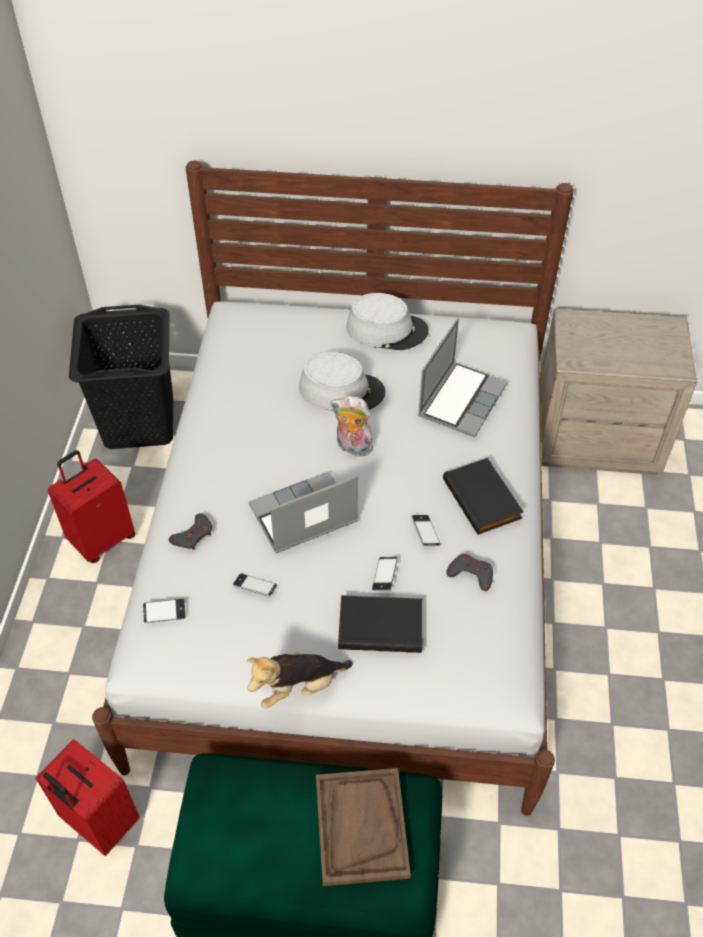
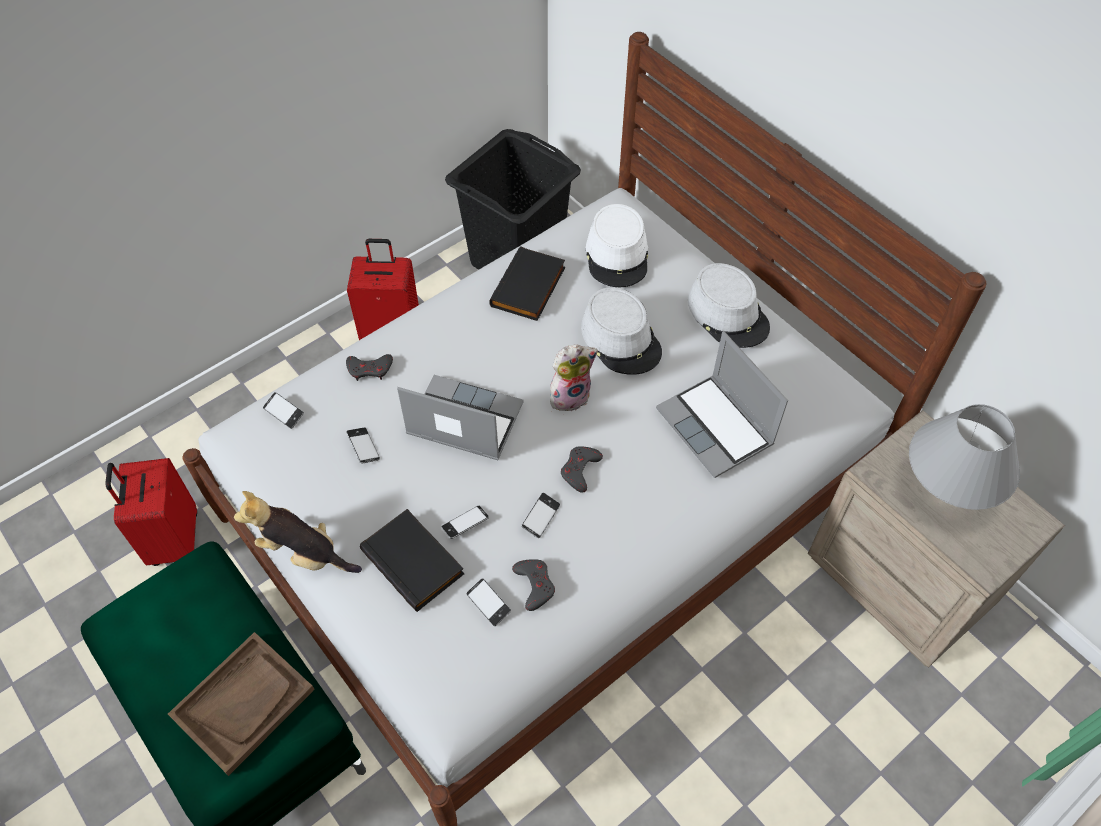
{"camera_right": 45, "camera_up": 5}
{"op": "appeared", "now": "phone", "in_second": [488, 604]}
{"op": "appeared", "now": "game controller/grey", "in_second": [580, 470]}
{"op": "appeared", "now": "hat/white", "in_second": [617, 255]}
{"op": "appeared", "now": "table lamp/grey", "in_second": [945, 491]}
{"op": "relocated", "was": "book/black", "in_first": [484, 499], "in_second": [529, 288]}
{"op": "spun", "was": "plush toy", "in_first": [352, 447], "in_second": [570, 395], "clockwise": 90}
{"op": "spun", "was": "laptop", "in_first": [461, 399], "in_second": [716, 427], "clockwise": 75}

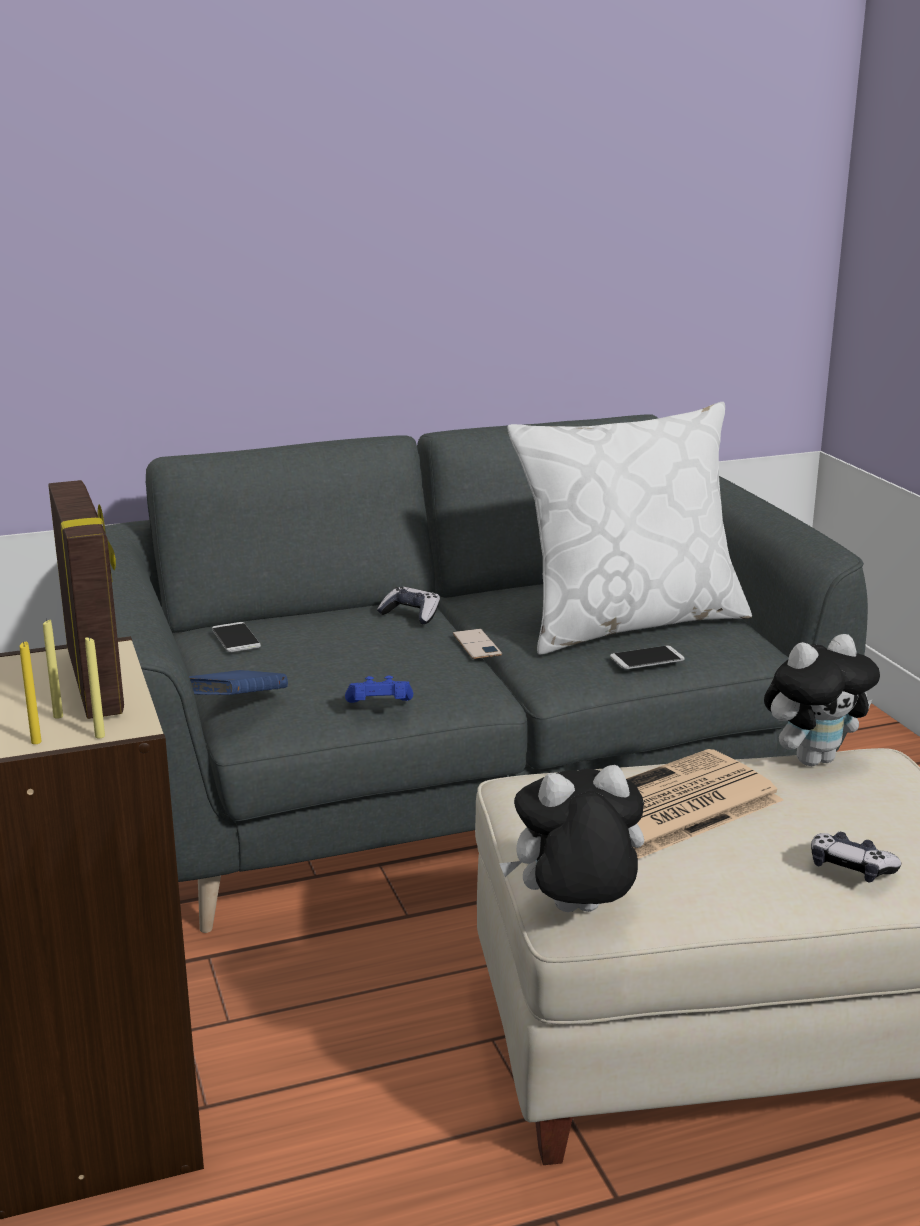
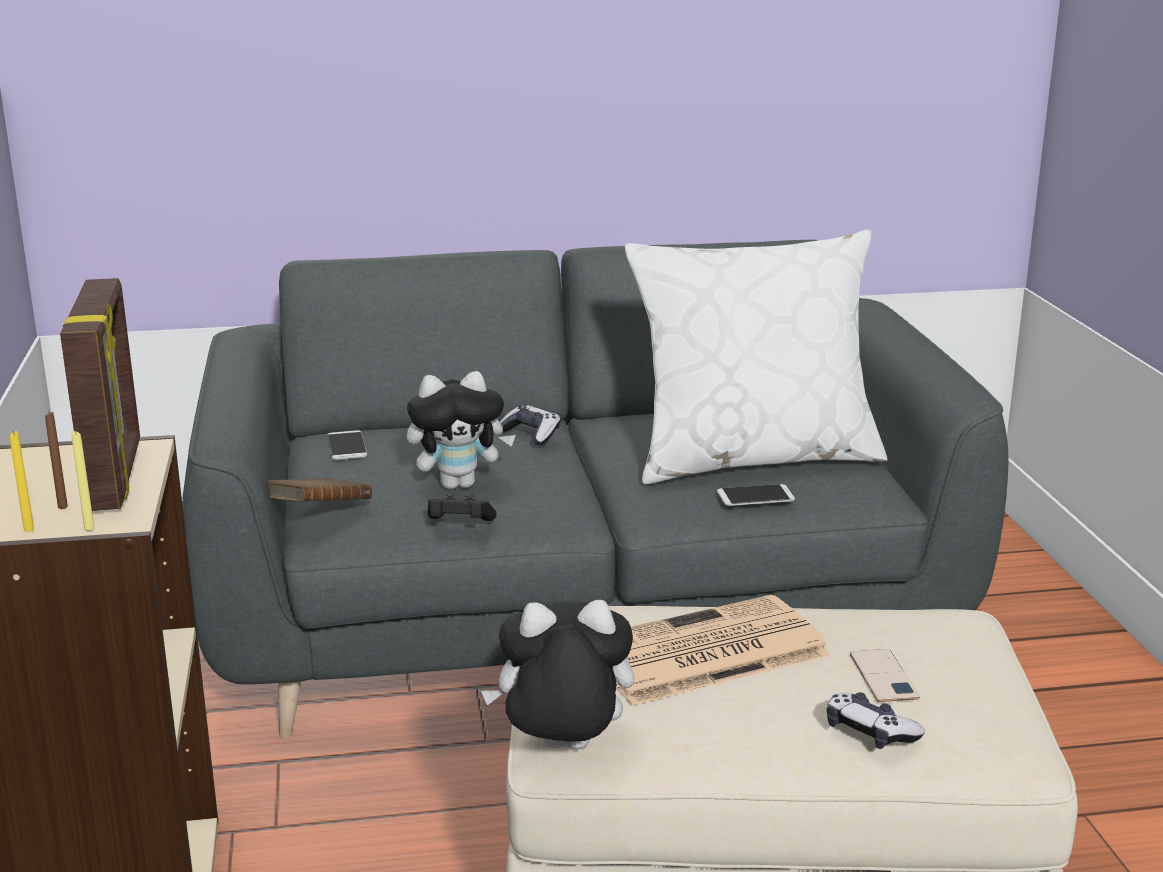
{"camera_right": 10, "camera_up": 0}
{"op": "relocated", "was": "phone", "in_first": [477, 645], "in_second": [883, 676]}
{"op": "relocated", "was": "plush toy", "in_first": [813, 758], "in_second": [459, 484]}
{"op": "colour", "was": "candle/yellow", "now": "candle/brown", "in_first": [58, 716], "in_second": [62, 507]}
{"op": "colour", "was": "book/blue", "now": "book/brown", "in_first": [236, 706], "in_second": [318, 513]}
{"op": "colour", "was": "game controller/blue", "now": "game controller/black", "in_first": [379, 706], "in_second": [459, 525]}

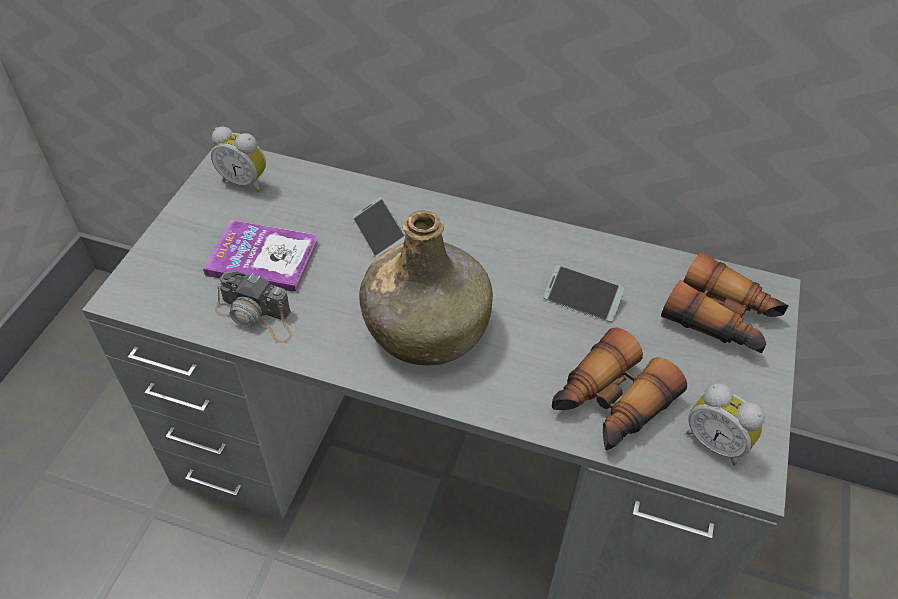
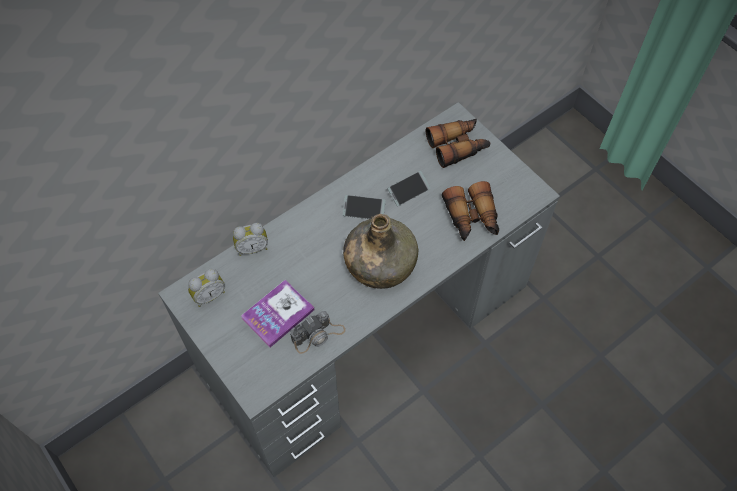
{"camera_right": -55, "camera_up": 10}
{"op": "relocated", "was": "phone", "in_first": [379, 234], "in_second": [364, 210]}
{"op": "relocated", "was": "alarm clock", "in_first": [715, 442], "in_second": [252, 248]}

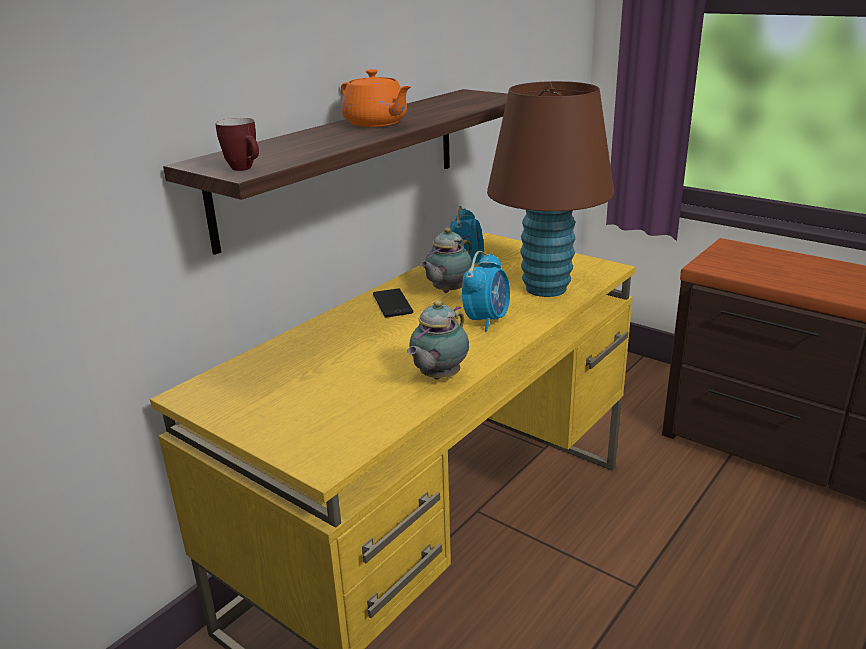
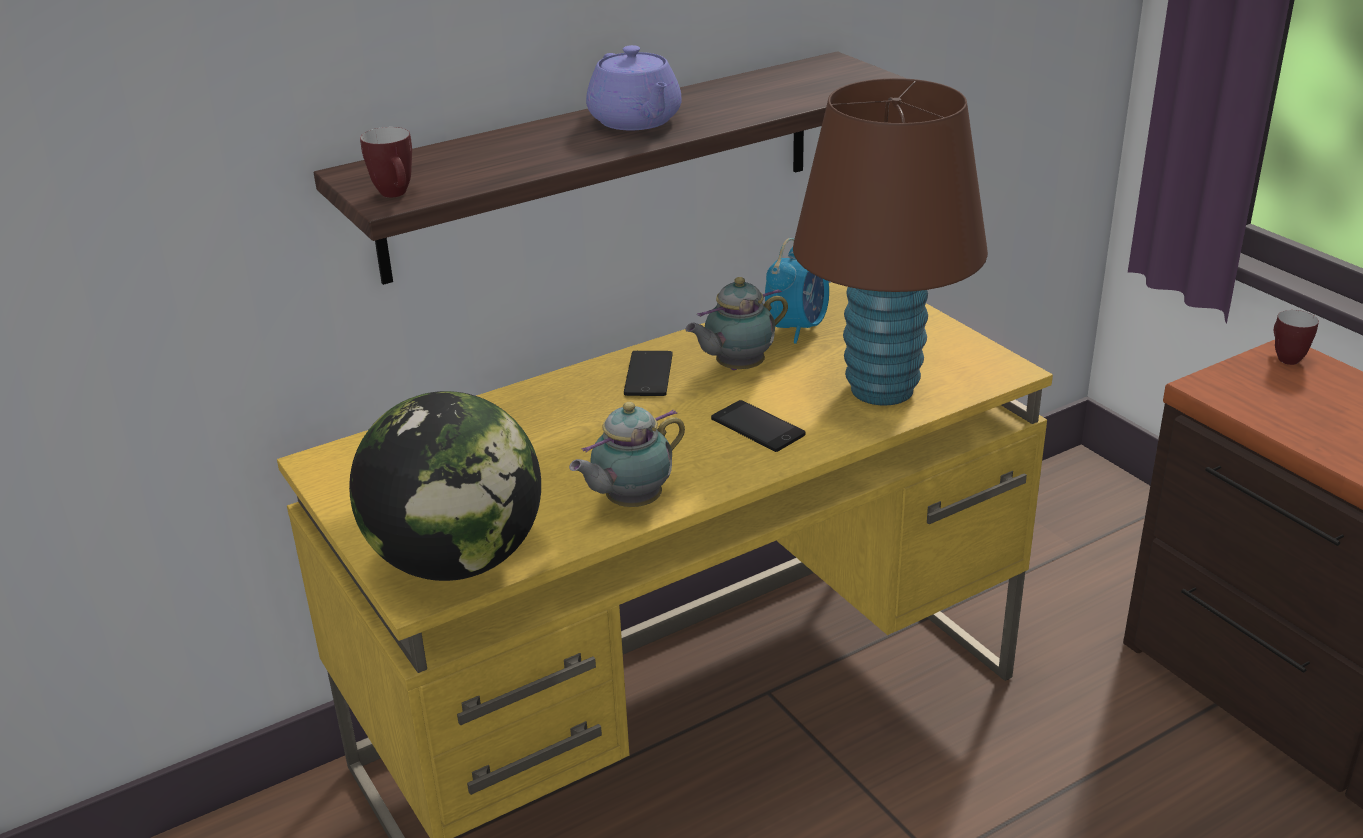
{"camera_right": 20, "camera_up": 5}
{"op": "appeared", "now": "globe", "in_second": [457, 561]}
{"op": "appeared", "now": "mug", "in_second": [1284, 357]}
{"op": "exchanged", "was": "alarm clock", "now": "phone", "in_first": [486, 320], "in_second": [757, 427]}
{"op": "colour", "was": "teapot/orange", "now": "teapot/purple", "in_first": [376, 123], "in_second": [636, 121]}

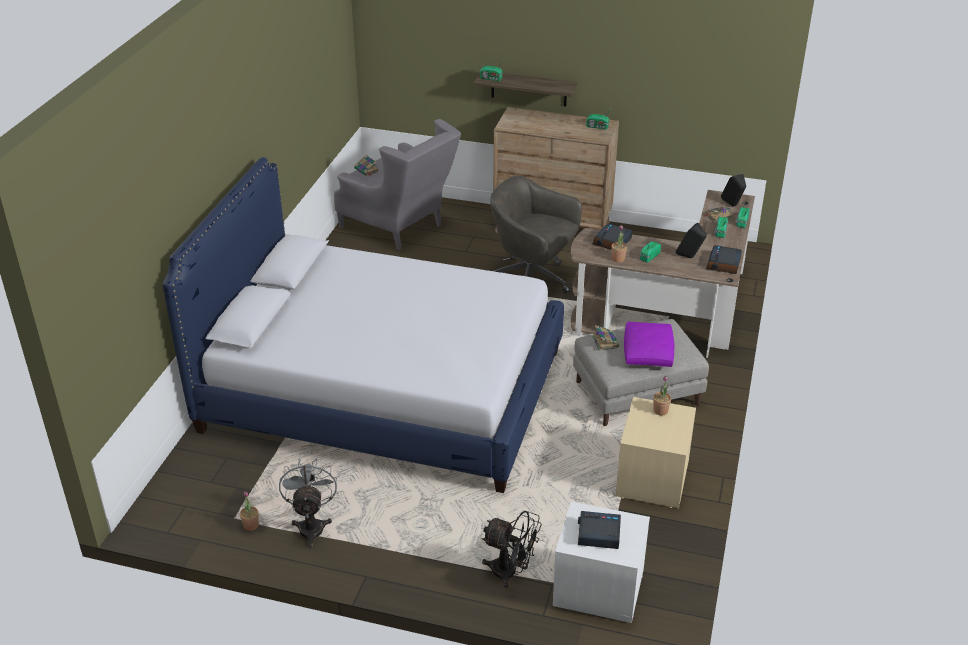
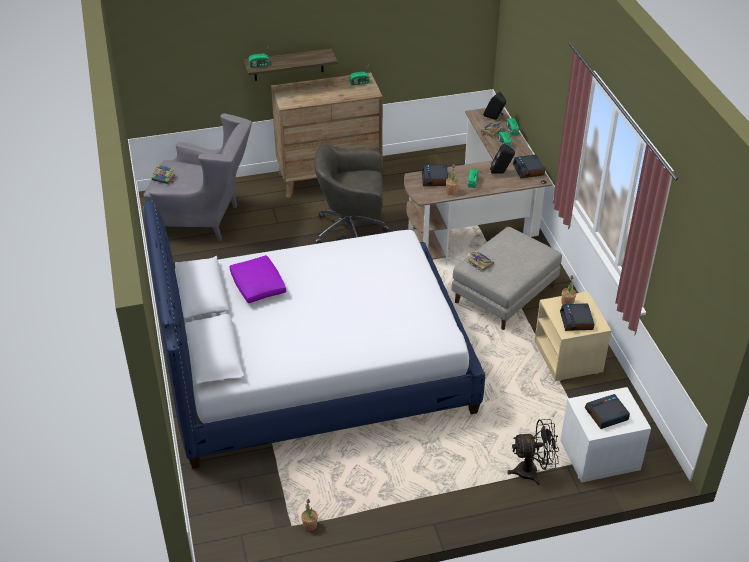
{"camera_right": -30, "camera_up": 5}
{"op": "missing", "was": "fan/grey", "in_first": [311, 525]}
{"op": "appeared", "now": "alarm clock", "in_second": [577, 321]}
{"op": "relocated", "was": "pillow/purple", "in_first": [648, 351], "in_second": [257, 285]}

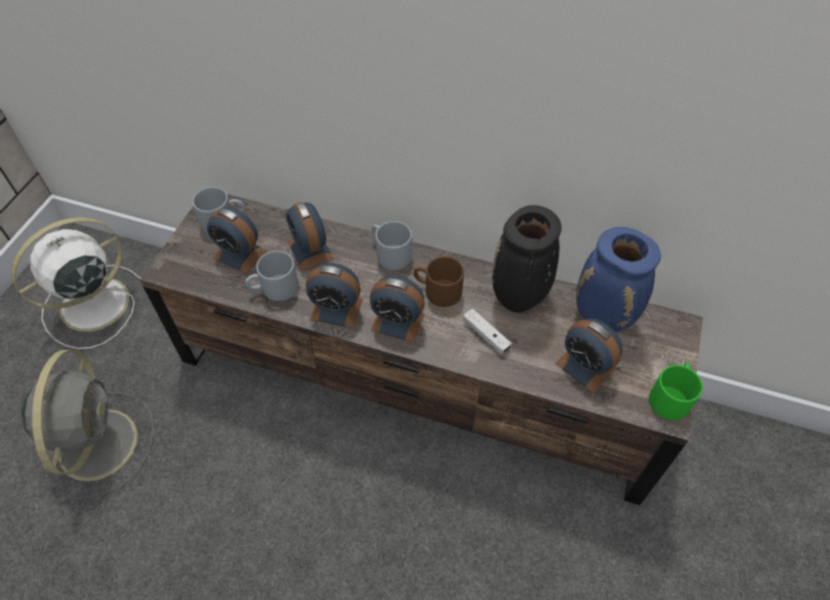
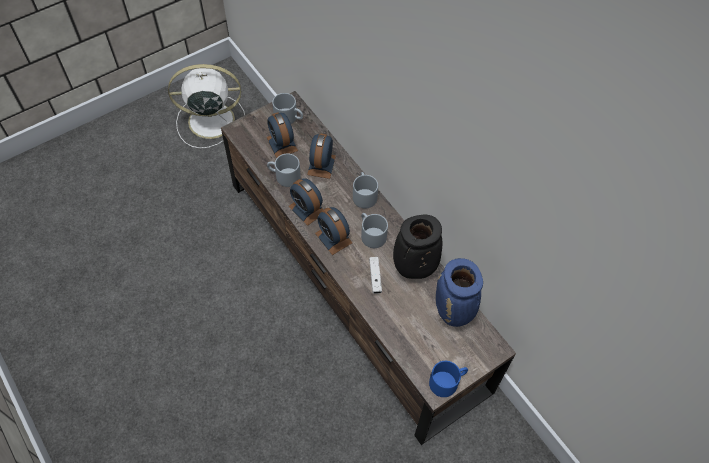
{"camera_right": 35, "camera_up": 5}
{"op": "missing", "was": "fan/grey", "in_first": [99, 440]}
{"op": "missing", "was": "alarm clock", "in_first": [585, 366]}
{"op": "colour", "was": "mug/brown", "now": "mug/grey", "in_first": [437, 291], "in_second": [370, 234]}
{"op": "colour", "was": "mug/green", "now": "mug/blue", "in_first": [670, 396], "in_second": [447, 381]}

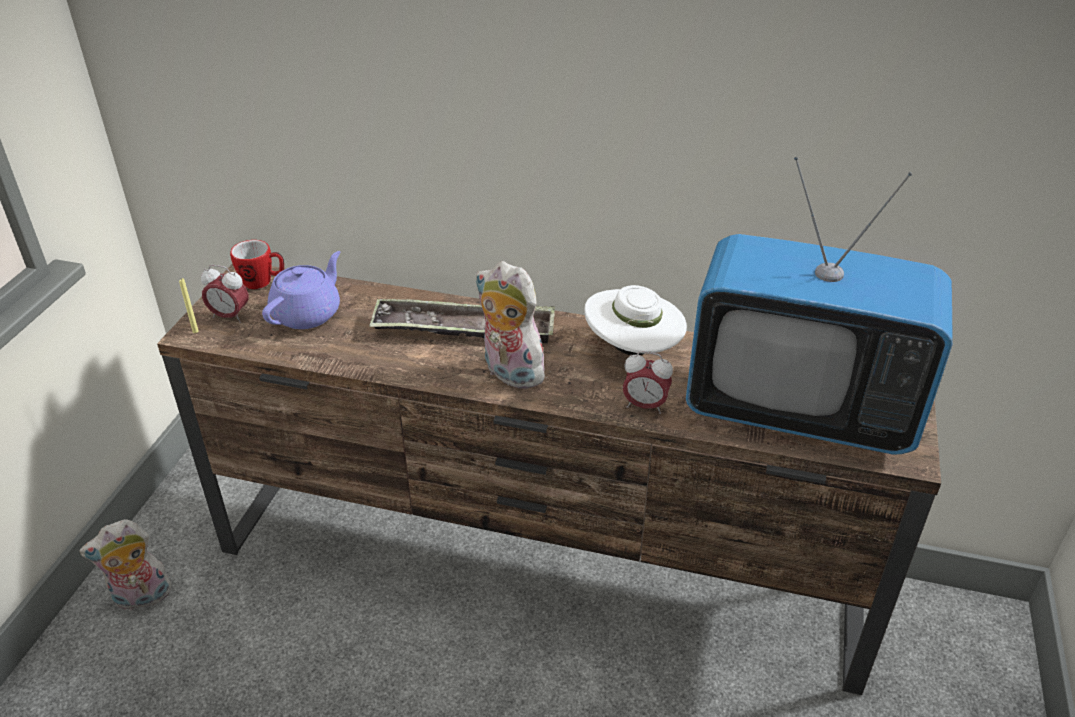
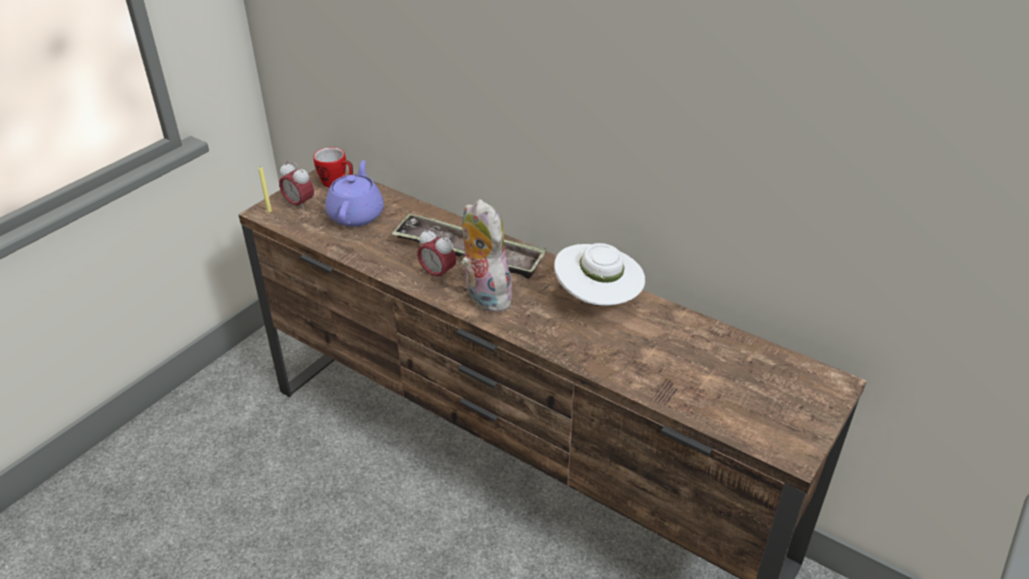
{"camera_right": 20, "camera_up": 0}
{"op": "missing", "was": "plush toy", "in_first": [141, 598]}
{"op": "missing", "was": "television", "in_first": [799, 409]}
{"op": "relocated", "was": "alarm clock", "in_first": [644, 405], "in_second": [437, 274]}
{"op": "spun", "was": "teapot/purple", "in_first": [308, 314], "in_second": [356, 214], "clockwise": -45}

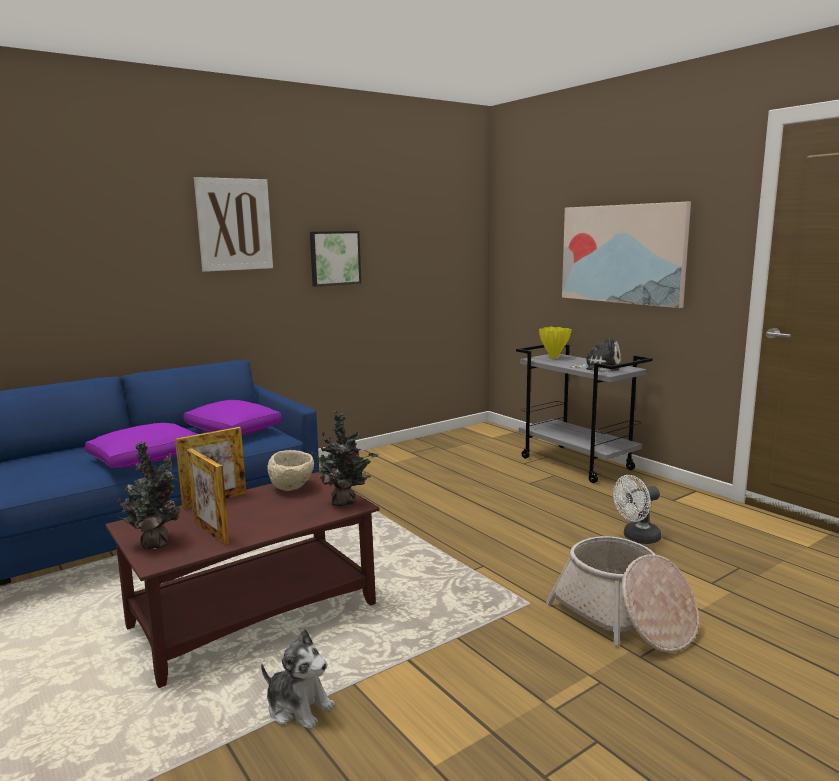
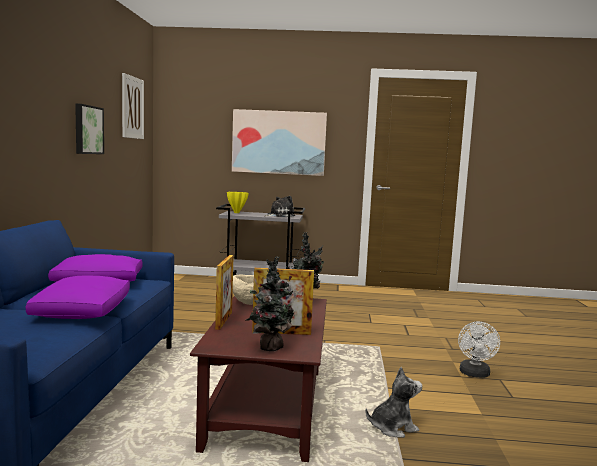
{"camera_right": -50, "camera_up": -5}
{"op": "missing", "was": "basket", "in_first": [623, 617]}
{"op": "relocated", "was": "picture", "in_first": [234, 224], "in_second": [132, 107]}
{"op": "relocated", "was": "fan/white", "in_first": [637, 538], "in_second": [475, 374]}

